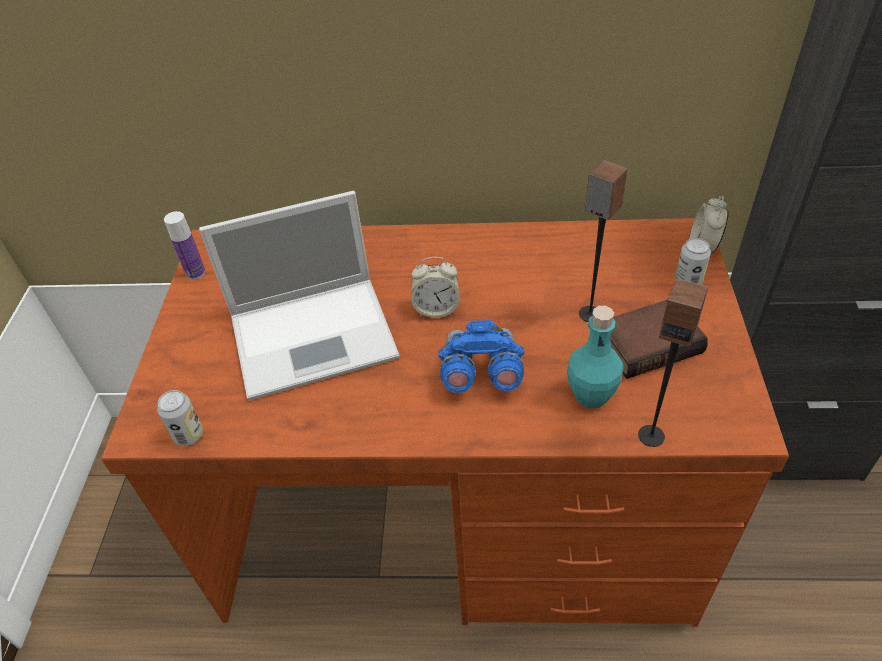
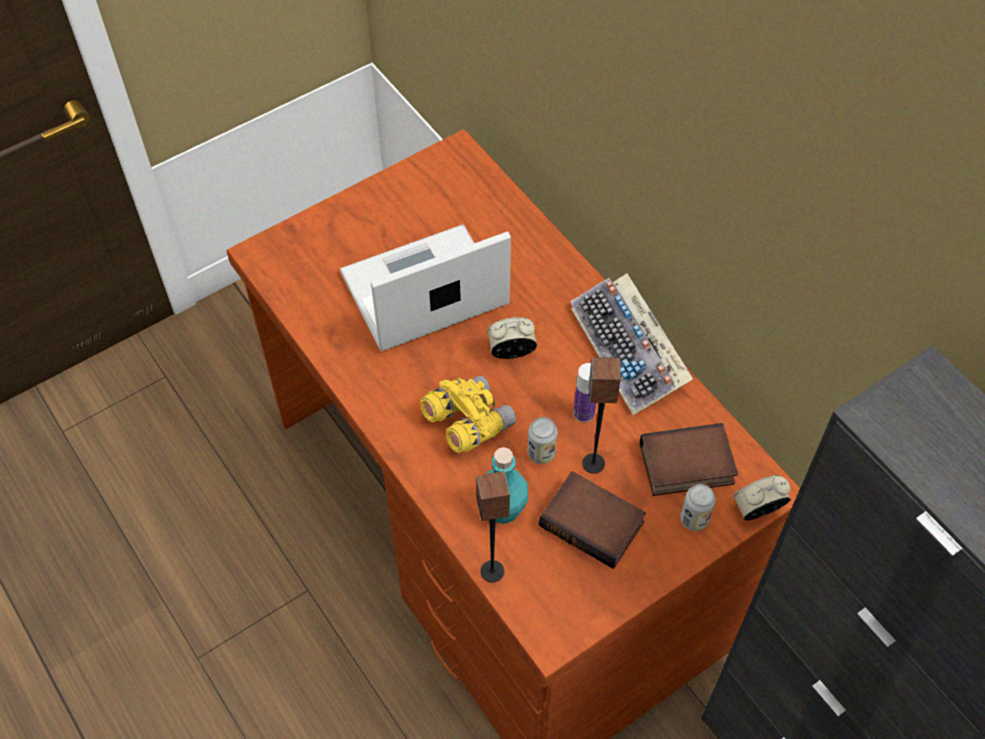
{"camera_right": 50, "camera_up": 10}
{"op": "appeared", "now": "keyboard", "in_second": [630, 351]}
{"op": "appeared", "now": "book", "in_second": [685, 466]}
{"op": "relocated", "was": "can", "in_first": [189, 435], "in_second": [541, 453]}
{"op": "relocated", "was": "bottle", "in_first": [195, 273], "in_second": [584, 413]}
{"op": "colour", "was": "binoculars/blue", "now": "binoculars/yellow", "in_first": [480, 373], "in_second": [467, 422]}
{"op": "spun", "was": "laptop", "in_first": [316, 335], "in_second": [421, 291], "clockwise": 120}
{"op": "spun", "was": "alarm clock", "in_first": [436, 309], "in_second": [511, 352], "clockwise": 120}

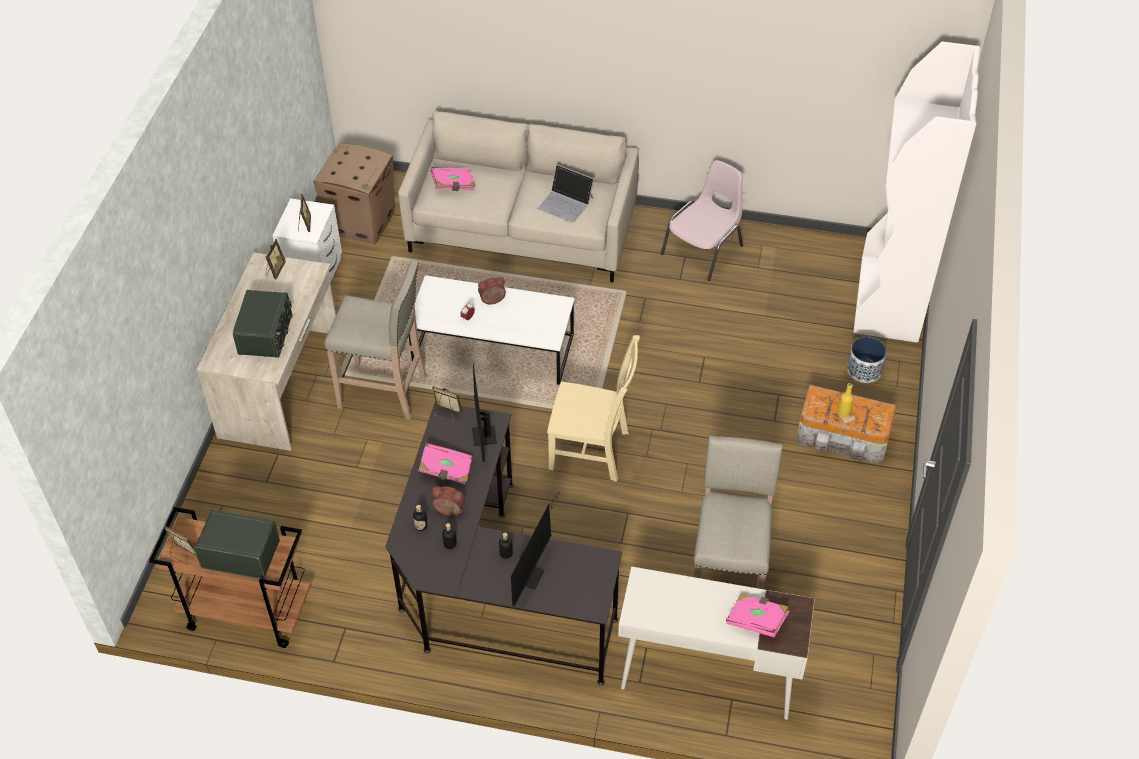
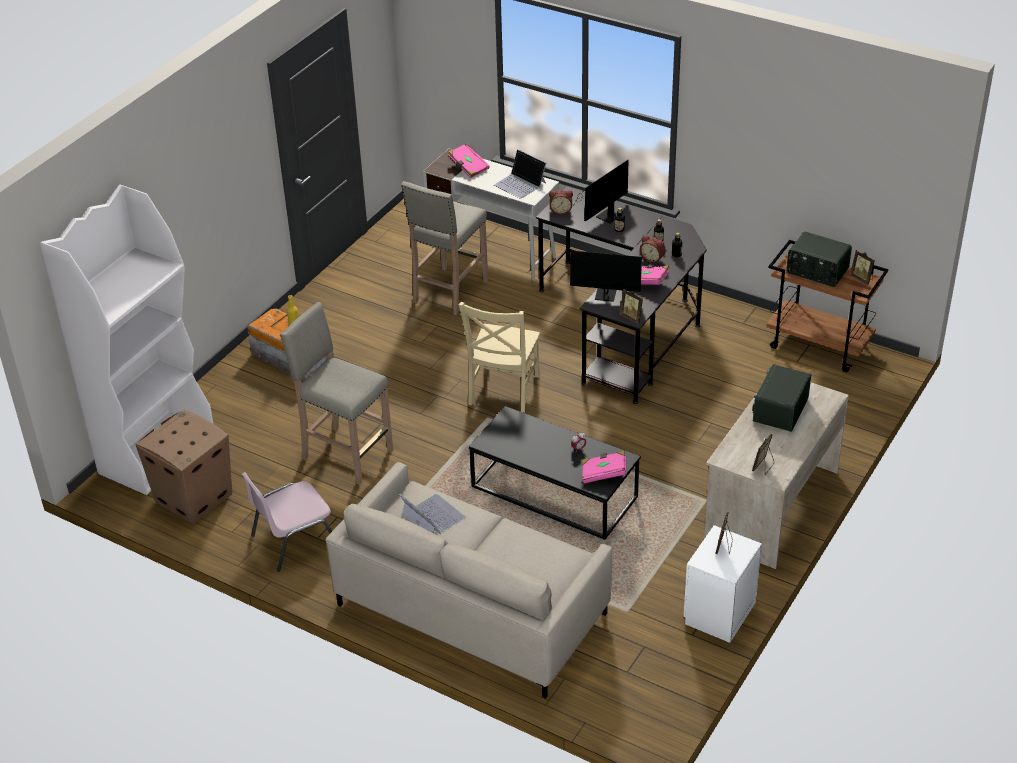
{"camera_right": -160, "camera_up": -10}
{"op": "missing", "was": "planter", "in_first": [864, 370]}
{"op": "appeared", "now": "laptop", "in_second": [520, 184]}
{"op": "relocated", "was": "cardboard box", "in_first": [362, 222], "in_second": [193, 498]}
{"op": "relocated", "was": "stool/beige", "in_first": [385, 392], "in_second": [345, 454]}
{"op": "relocated", "was": "book/pink", "in_first": [453, 185], "in_second": [604, 474]}
{"op": "relocated", "was": "alarm clock", "in_first": [492, 301], "in_second": [561, 211]}
{"op": "colour", "was": "coffee table/white", "now": "coffee table/black", "in_first": [493, 349], "in_second": [554, 492]}
{"op": "spun", "was": "monitor", "in_first": [483, 439], "in_second": [609, 296], "clockwise": 90}
{"op": "spun", "was": "chair/beige", "in_first": [593, 451], "in_second": [503, 392], "clockwise": -105}

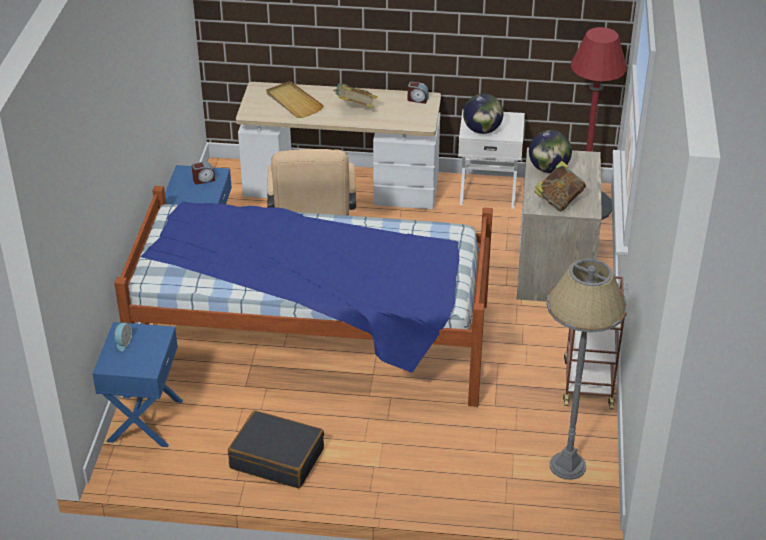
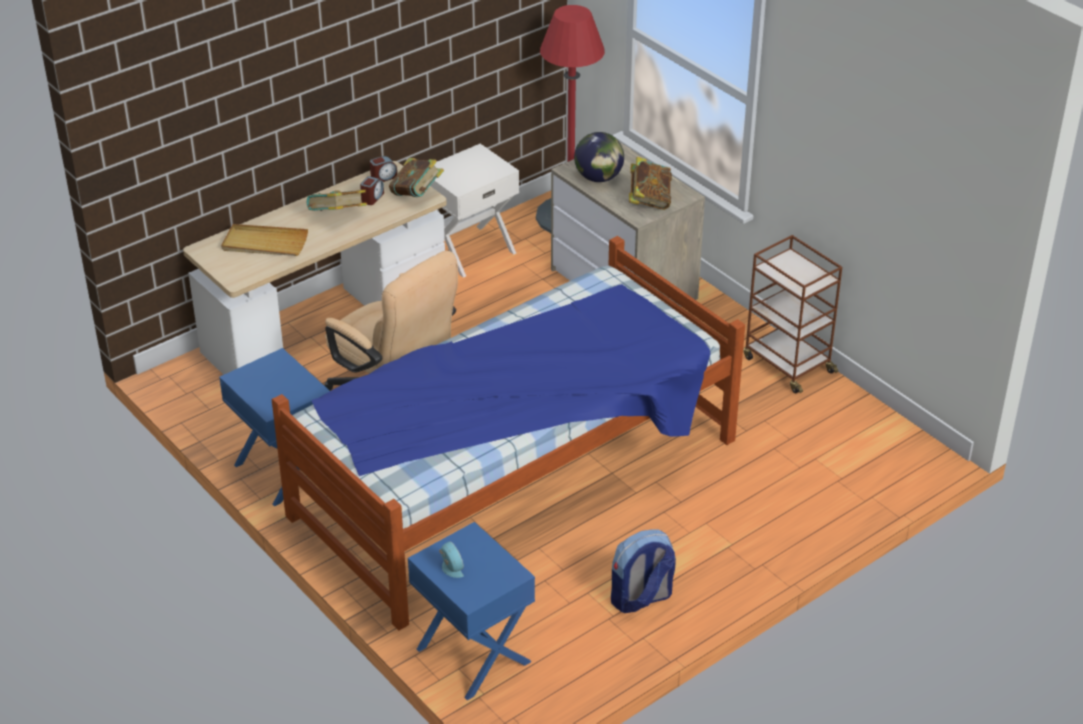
{"camera_right": -45, "camera_up": 0}
{"op": "missing", "was": "globe", "in_first": [482, 130]}
{"op": "missing", "was": "floor lamp/grey", "in_first": [567, 466]}
{"op": "appeared", "now": "book", "in_second": [417, 194]}
{"op": "relocated", "was": "alarm clock", "in_first": [204, 179], "in_second": [372, 198]}
{"op": "exchanged", "was": "suitcase/black", "now": "backpack", "in_first": [277, 458], "in_second": [641, 599]}

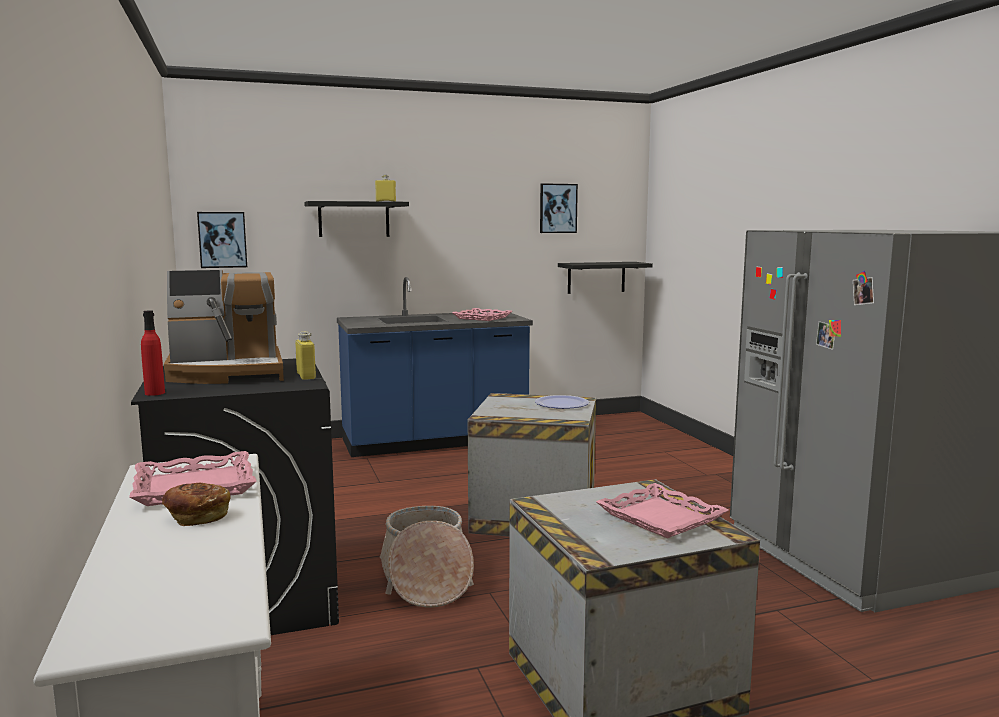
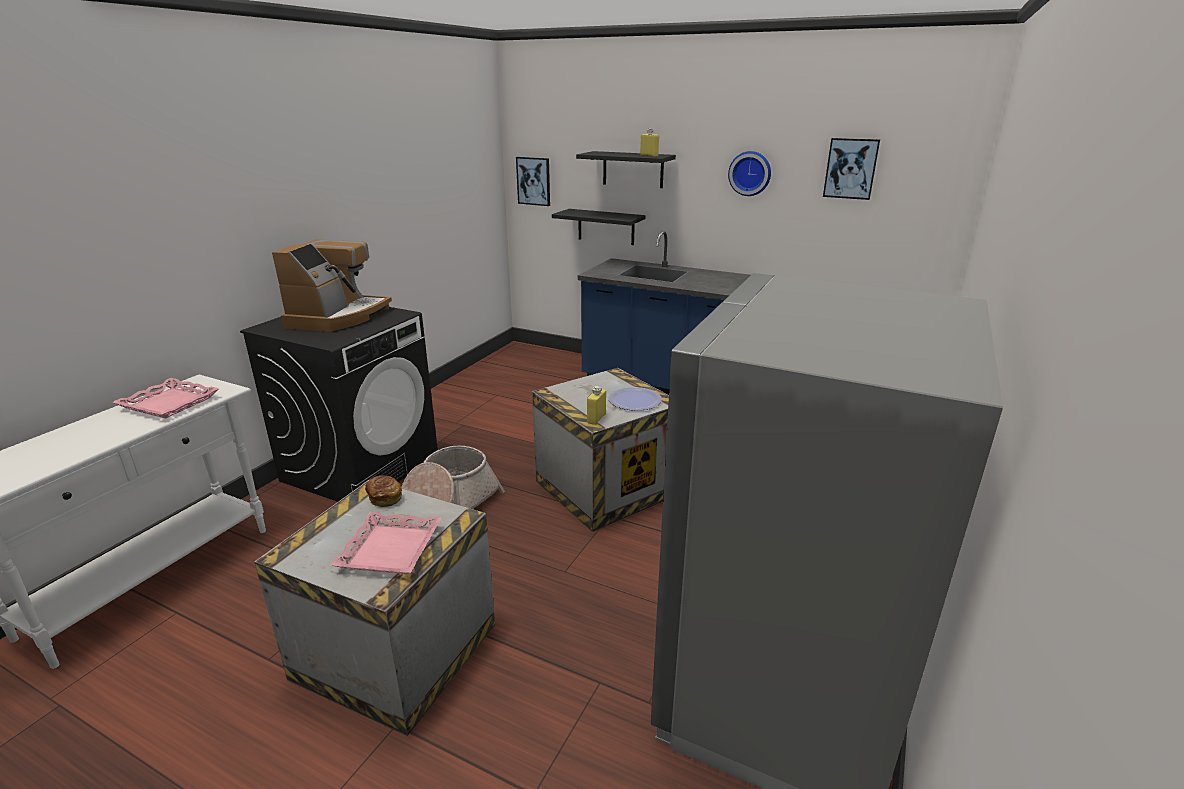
{"camera_right": 45, "camera_up": 15}
{"op": "missing", "was": "bottle/red", "in_first": [155, 393]}
{"op": "missing", "was": "tray/pink", "in_first": [482, 318]}
{"op": "appeared", "now": "wall clock", "in_second": [750, 173]}
{"op": "relocated", "was": "bread", "in_first": [196, 517], "in_second": [385, 498]}
{"op": "relocated", "was": "bottle/yellow", "in_first": [306, 376], "in_second": [596, 418]}
{"op": "relocated", "was": "shelf/black", "in_first": [596, 277], "in_second": [606, 227]}
{"op": "spun", "was": "coffee machine", "in_first": [228, 373], "in_second": [338, 317], "clockwise": -105}

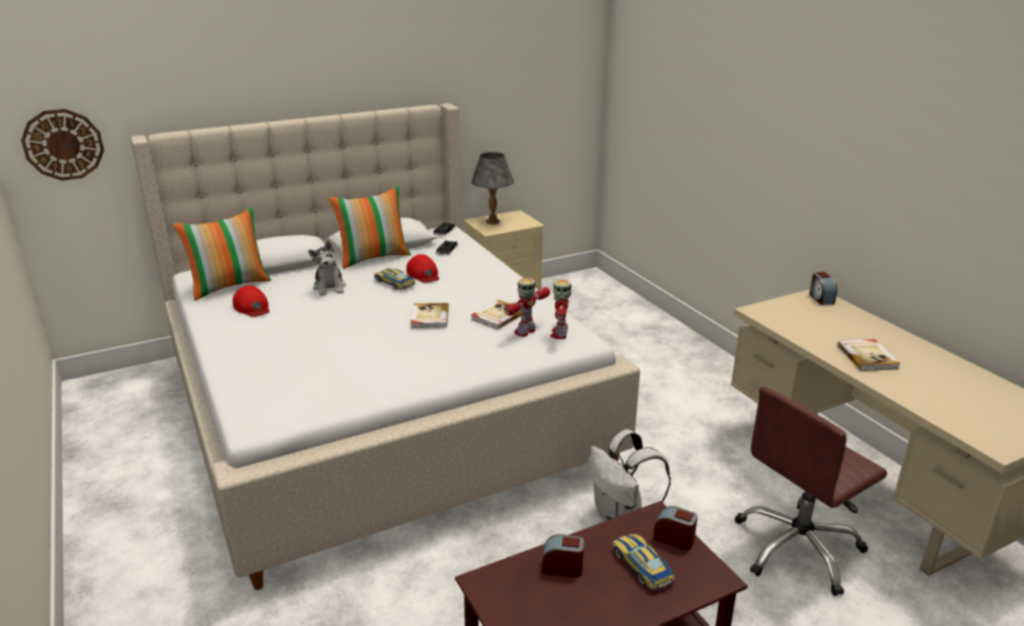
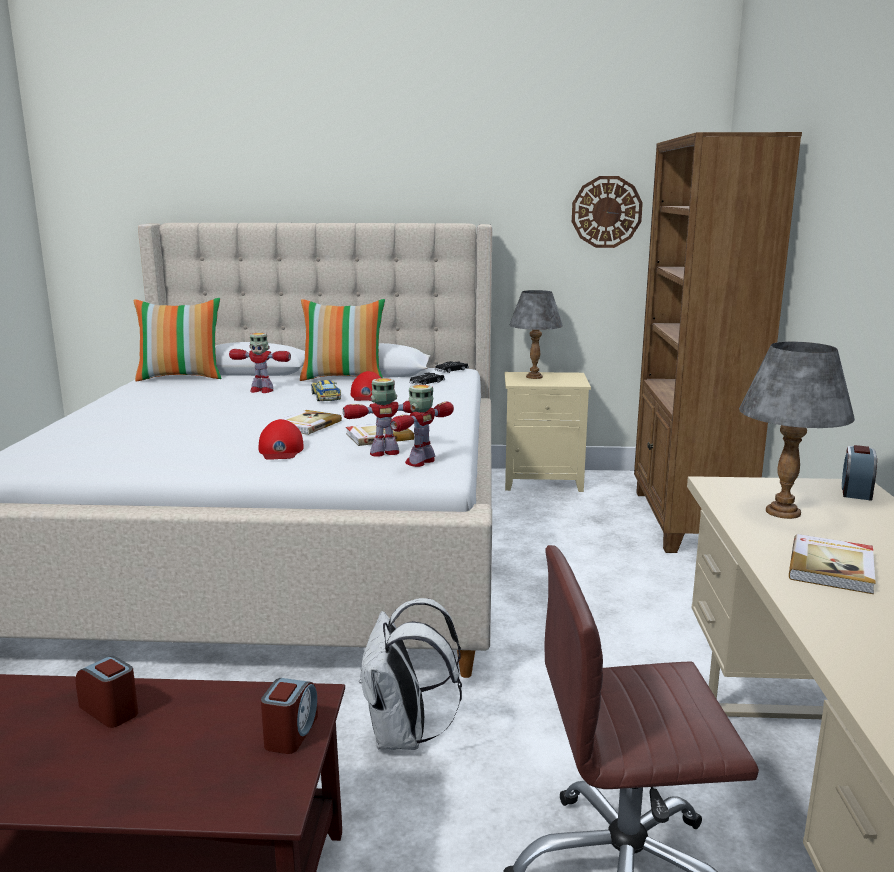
{"camera_right": 30, "camera_up": -10}
{"op": "missing", "was": "toy car", "in_first": [642, 566]}
{"op": "appeared", "now": "bookcase/brown", "in_second": [686, 521]}
{"op": "appeared", "now": "table lamp/grey", "in_second": [783, 512]}
{"op": "relocated", "was": "wall clock", "in_first": [63, 144], "in_second": [606, 212]}
{"op": "relocated", "was": "cap/red", "in_first": [252, 307], "in_second": [281, 450]}
{"op": "exchanged", "was": "plush toy", "now": "toy robot", "in_first": [330, 287], "in_second": [261, 390]}
{"op": "spun", "was": "alarm clock", "in_first": [674, 539], "in_second": [291, 733], "clockwise": 45}

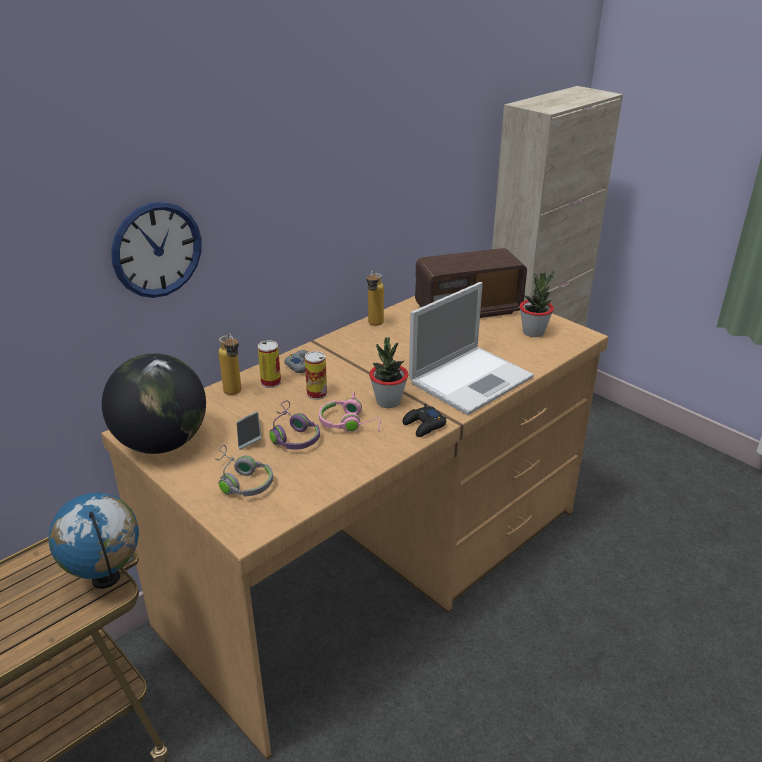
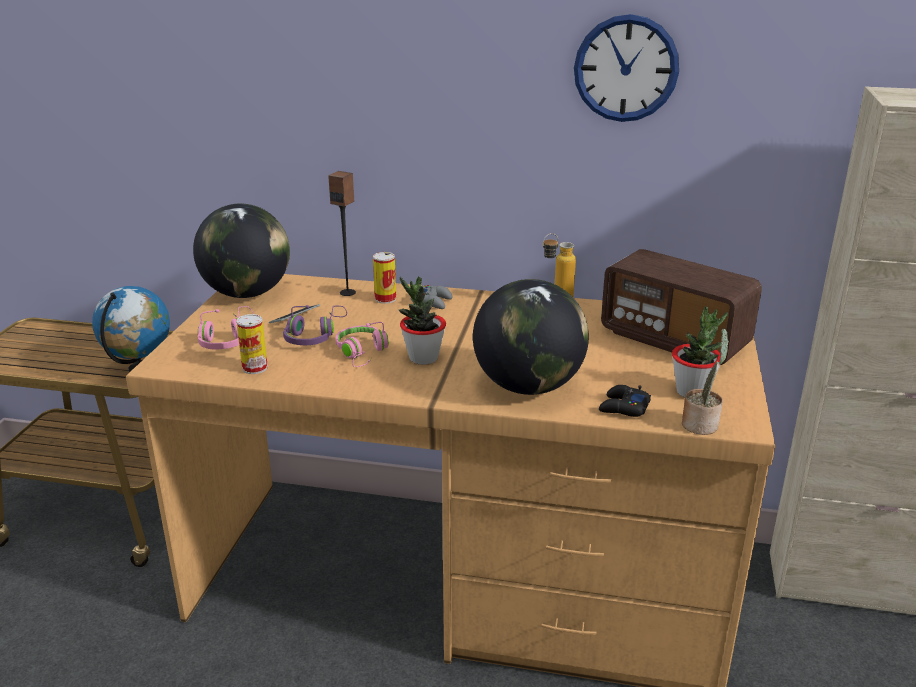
{"camera_right": 55, "camera_up": -5}
{"op": "appeared", "now": "potted plant", "in_second": [701, 424]}
{"op": "relocated", "was": "wall clock", "in_first": [157, 250], "in_second": [626, 69]}
{"op": "relocated", "was": "can", "in_first": [317, 394], "in_second": [255, 368]}
{"op": "relocated", "was": "game controller/black", "in_first": [424, 425], "in_second": [623, 407]}
{"op": "exchanged", "was": "bottle", "now": "speaker", "in_first": [235, 394], "in_second": [348, 292]}
{"op": "exchanged", "was": "laptop", "now": "globe", "in_first": [472, 379], "in_second": [528, 386]}
{"op": "colour", "was": "headphones/grey", "now": "headphones/pink", "in_first": [241, 481], "in_second": [227, 339]}

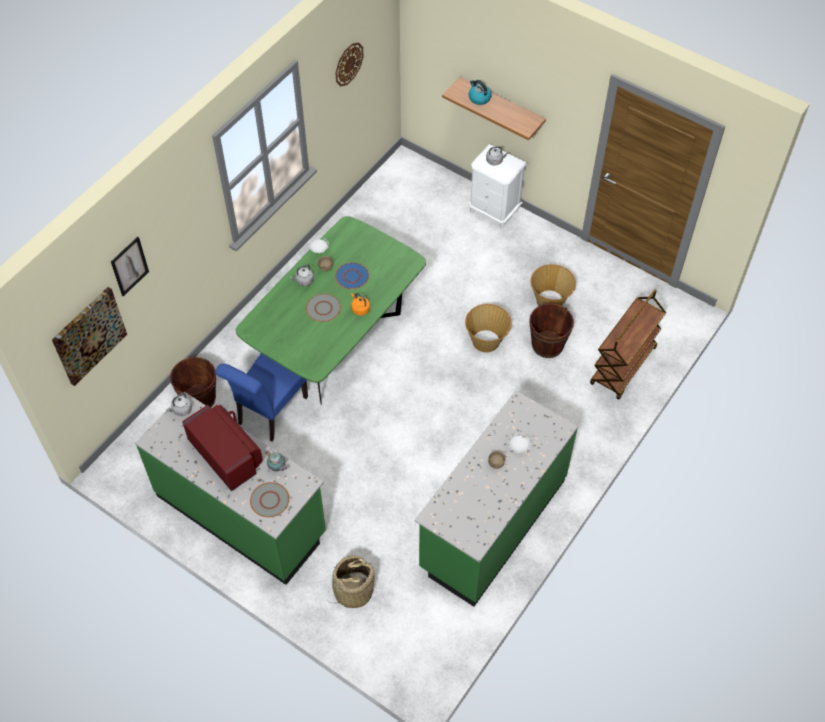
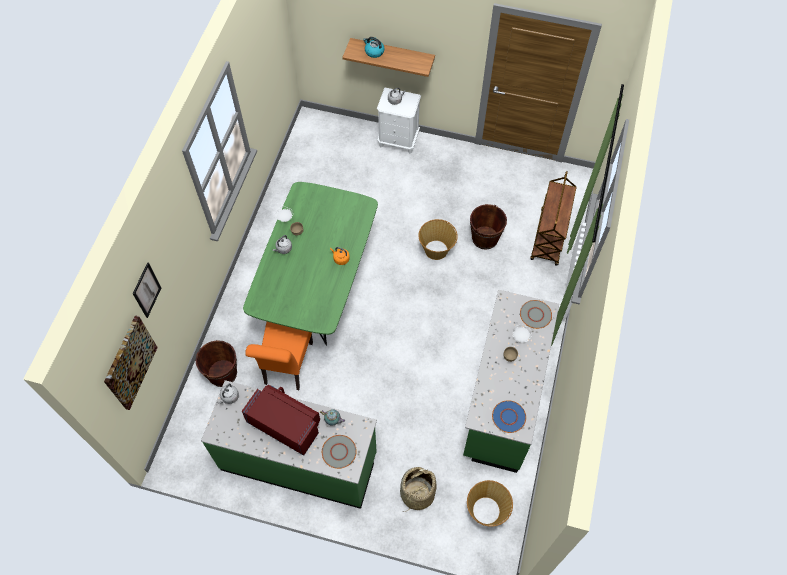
{"camera_right": -20, "camera_up": 5}
{"op": "missing", "was": "wall clock", "in_first": [348, 64]}
{"op": "relocated", "was": "plate/grey", "in_first": [323, 308], "in_second": [535, 314]}
{"op": "relocated", "was": "plate/blue", "in_first": [352, 276], "in_second": [508, 416]}
{"op": "relocated", "was": "basket", "in_first": [550, 301], "in_second": [486, 511]}
{"op": "colour", "was": "chair/blue", "now": "chair/orange", "in_first": [269, 413], "in_second": [287, 367]}

